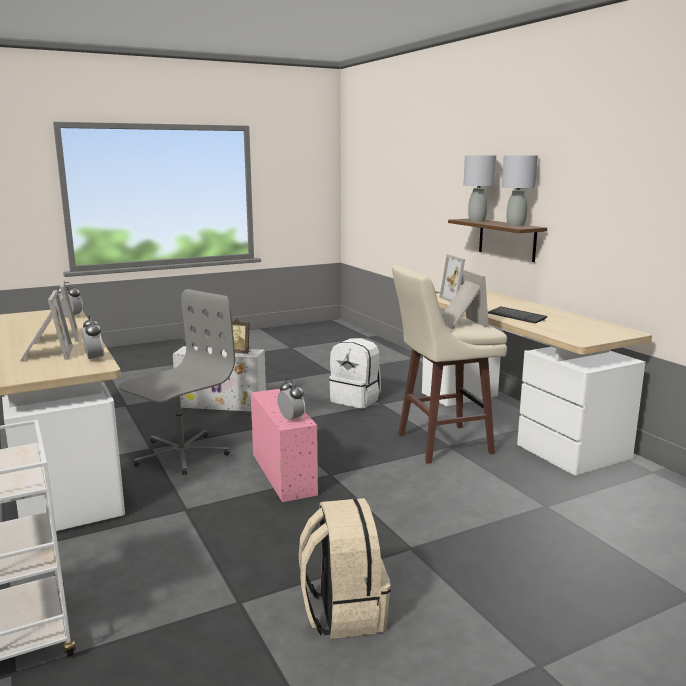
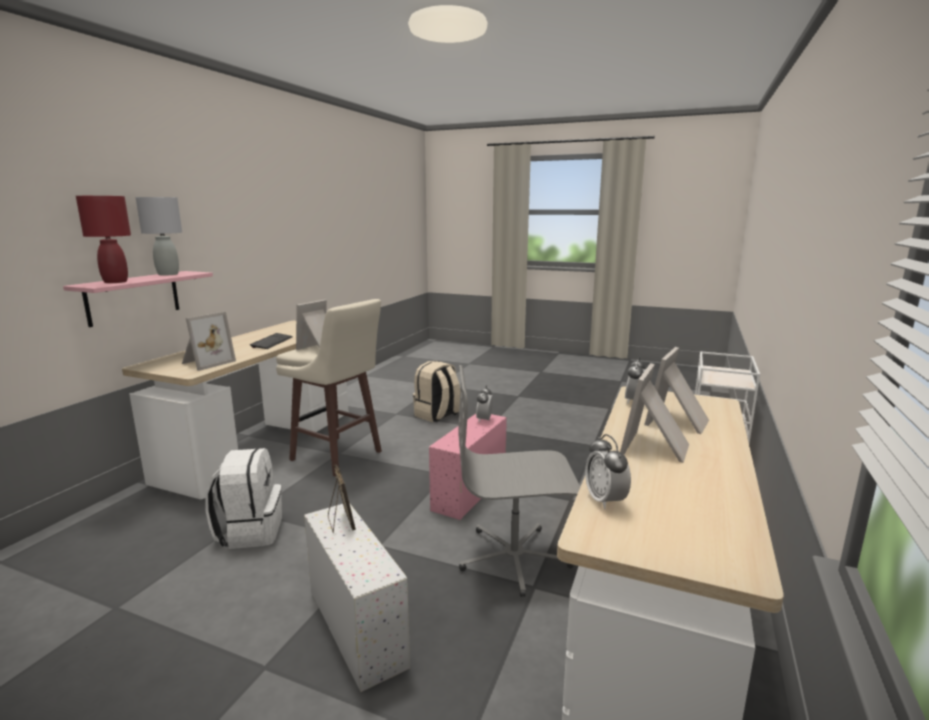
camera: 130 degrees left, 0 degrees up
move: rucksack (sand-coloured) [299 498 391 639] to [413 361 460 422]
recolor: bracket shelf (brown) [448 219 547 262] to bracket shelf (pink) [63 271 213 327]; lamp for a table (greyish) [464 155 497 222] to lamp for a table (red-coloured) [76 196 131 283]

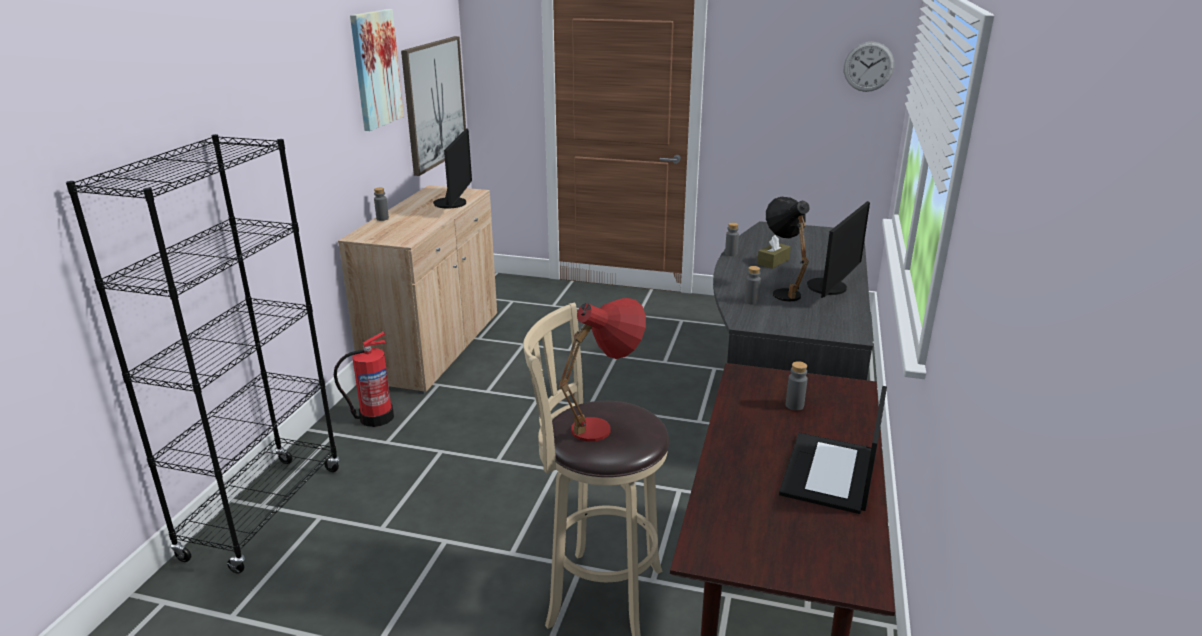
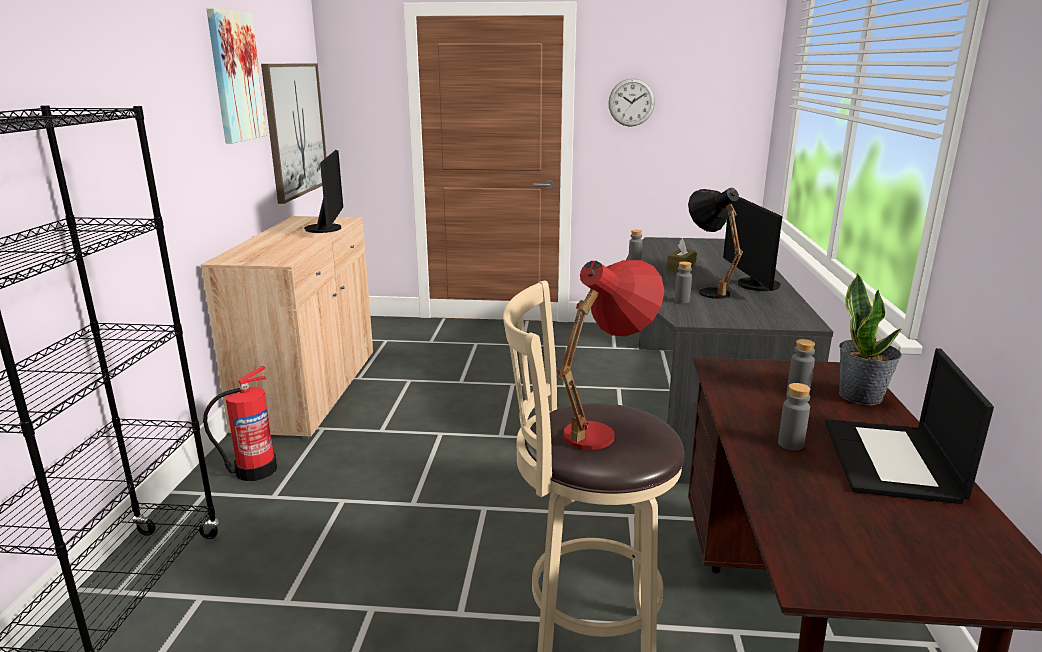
camera: 10 degrees left, 5 degrees down
insert: potted plant [839 273 902 405]
move: wall clock [844 42 894 92] to [608 78 655 127]; drink bottle (greyish) [374 188 389 221] to [778 383 810 451]
rotate: computer screen [807 201 870 298] = [723 197 782 291] 150 degrees clockwise

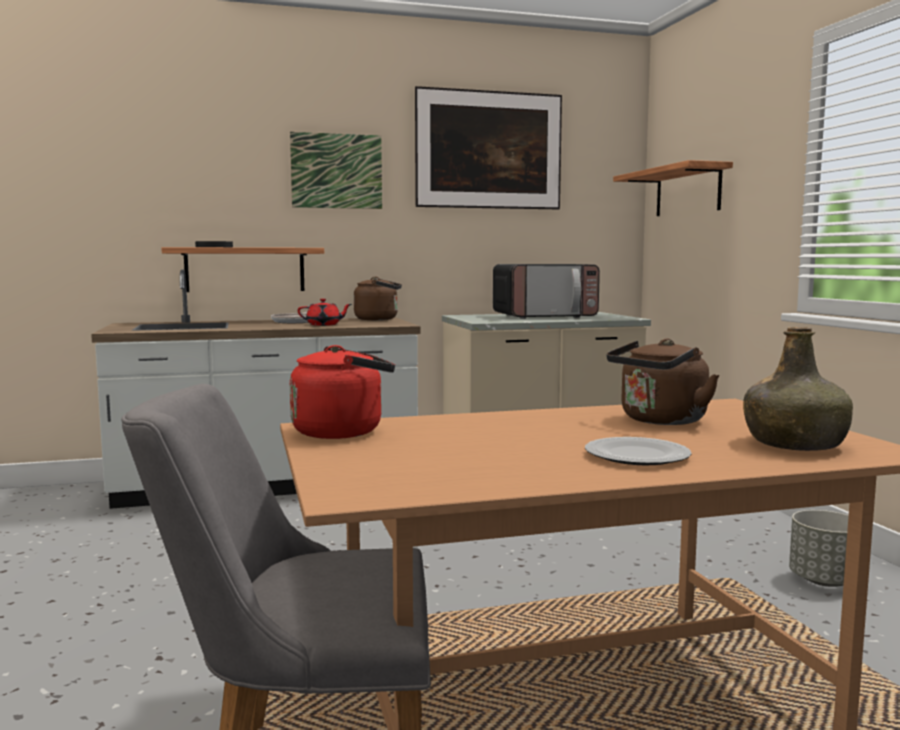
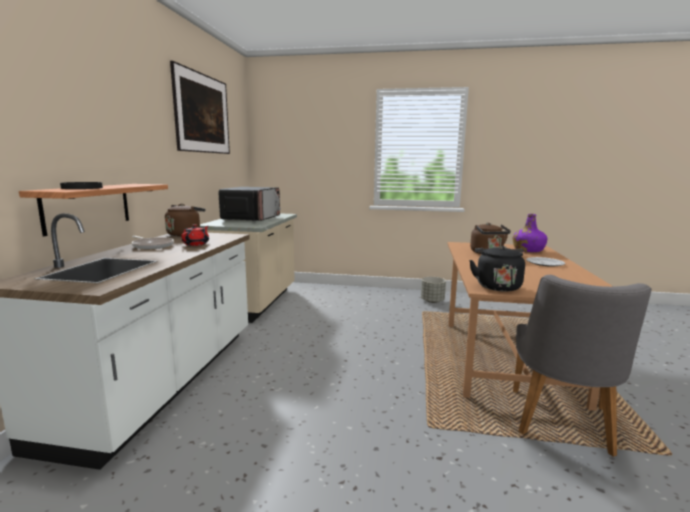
camera: 65 degrees left, 5 degrees up
delete: wall picture [290 132 382 209]; bracket shelf [613 160 733 216]
recolor: water kettle (red-coloured) [290 345 395 439] to water kettle (black-coloured) [469 246 525 291]; drink bottle (green) [743 327 853 451] to drink bottle (purple-coloured) [513 214 547 252]

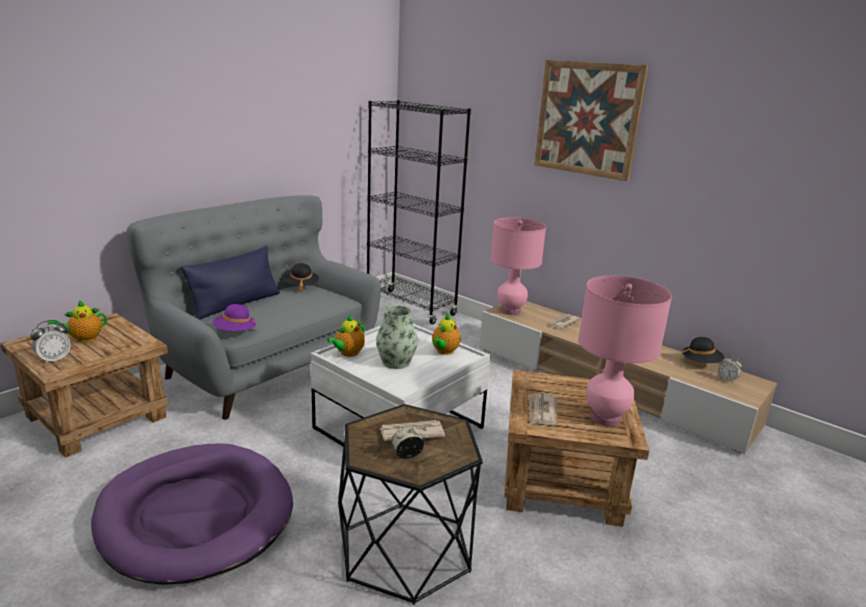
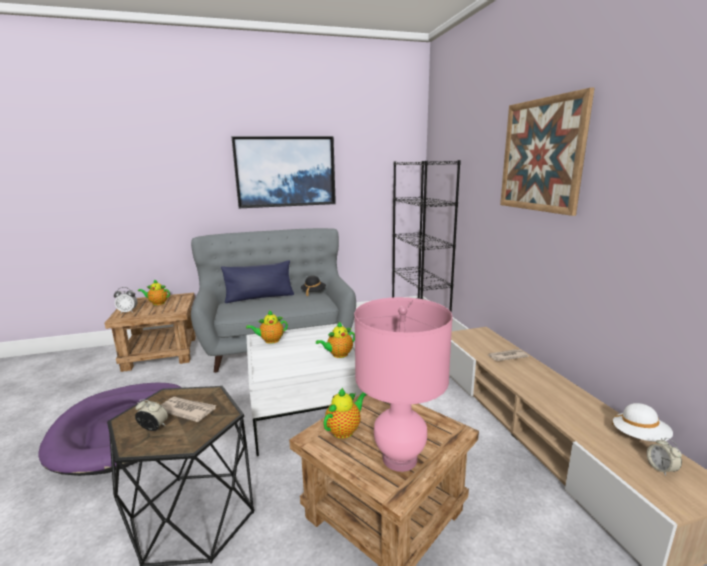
camera: 35 degrees right, 5 degrees down
delete: wearable hat (purple-coloured) [213 304 257 331]; flower vase [376 306 418 369]; lamp for a table (pink) [491 217 546 315]
insert: wall picture [231 136 336 208]
replace: printed paper [529 393 557 425] to pot for tea [323 388 367 439]
recolor: wearable hat (black-coloured) [681 337 724 363] to wearable hat (white) [612 403 673 442]

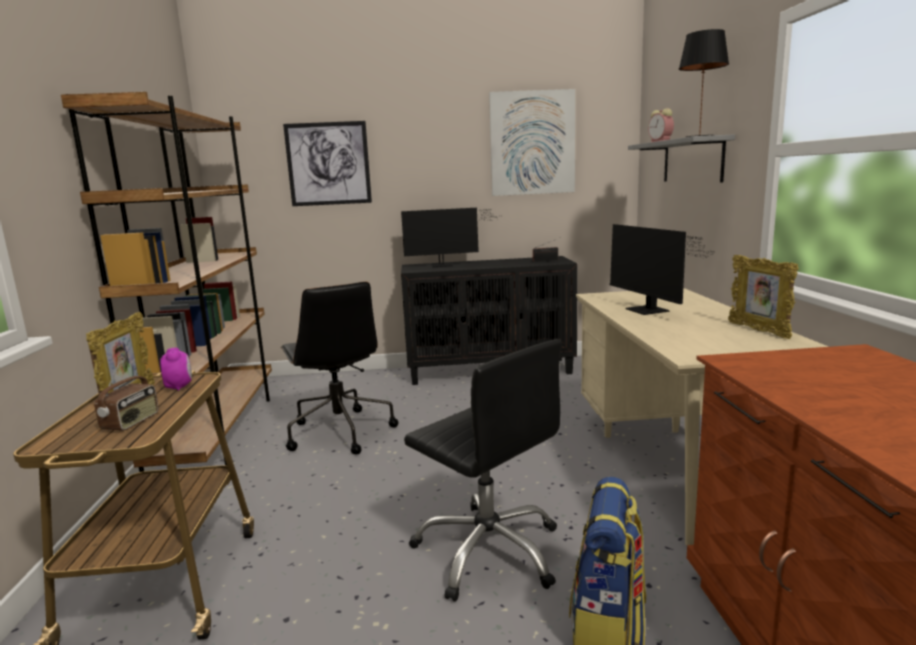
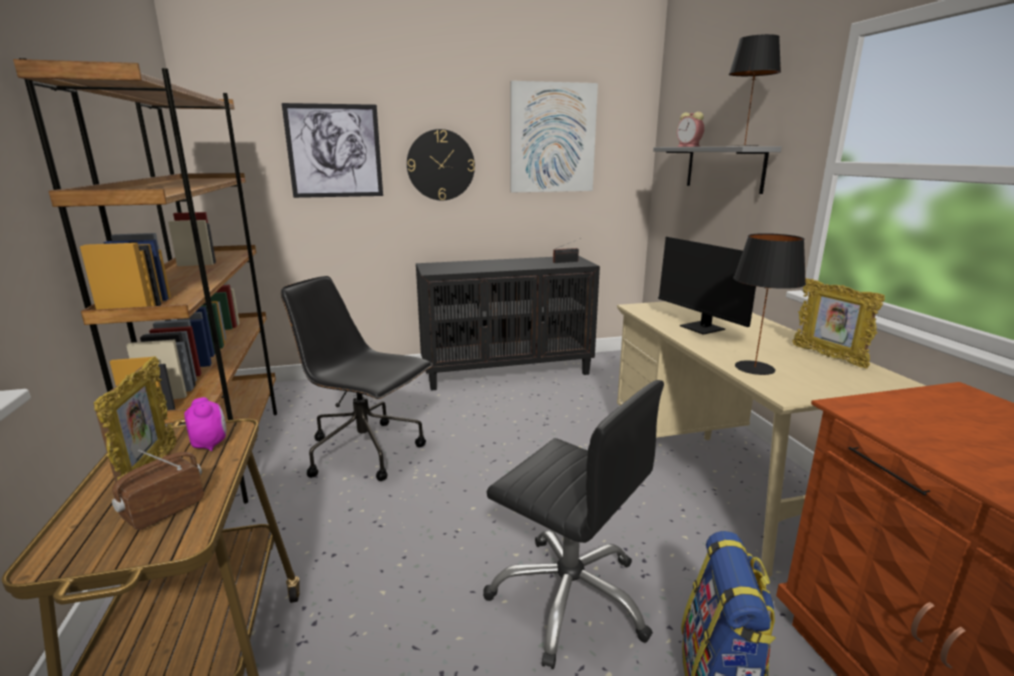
camera: 10 degrees left, 5 degrees up
delete: computer screen [401 208 501 267]
insert: wall clock [407 129 475 200]; lamp for a table (black-coloured) [733 233 806 375]
rotate: radio receiver [94 361 159 431] = [112 450 204 530] 150 degrees counterclockwise; computer chair (black-coloured) [280 282 398 454] = [281 276 433 481] 150 degrees clockwise

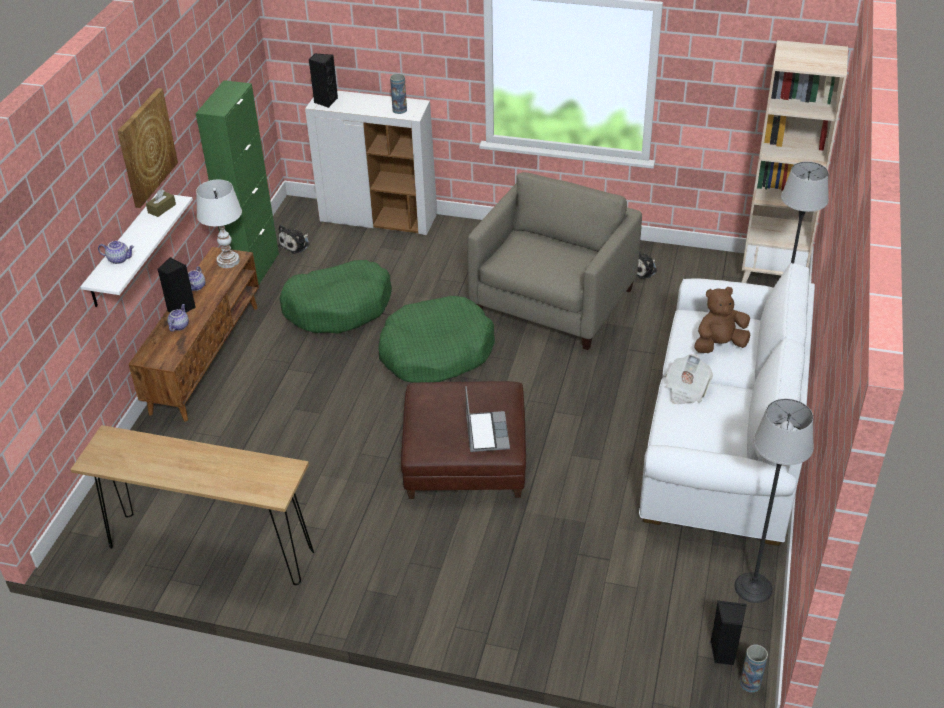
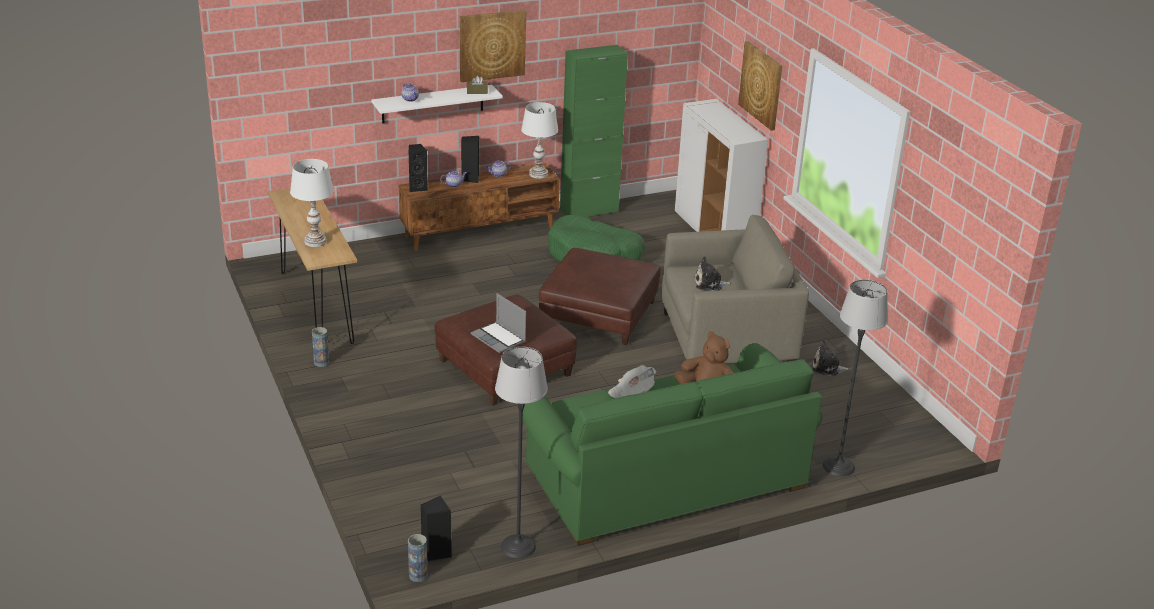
camera: 50 degrees right, 10 degrees down
delete: bookshelf (sand-coloured) [741 40 848 283]
insert: lamp for a table (white) [290 159 334 247]; wall picture [738 41 782 131]
move: flower vase [390 74 407 114] to [312 327 329 367]; loudspeaker (black-coloured) [309 54 338 108] to [409 144 428 192]; cuddly toy [278 225 310 254] to [695 257 732 291]
replace: dog bed (green) [378 296 495 383] to ottoman (brown) [539 248 660 345]
recolor: settee (white) [639 263 815 546] to settee (green) [523 343 823 546]
rotate: portable computer [465 386 510 452] = [471 293 526 353] 90 degrees clockwise

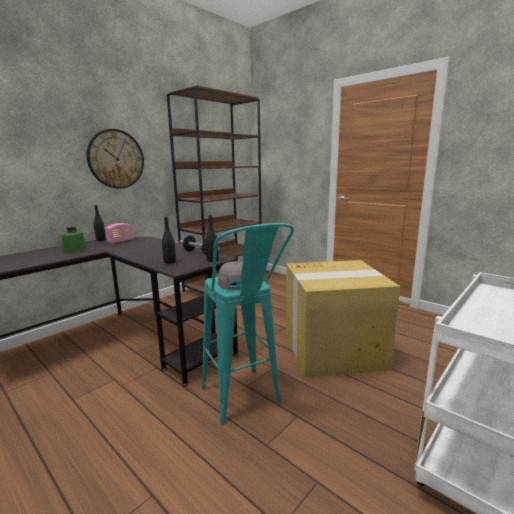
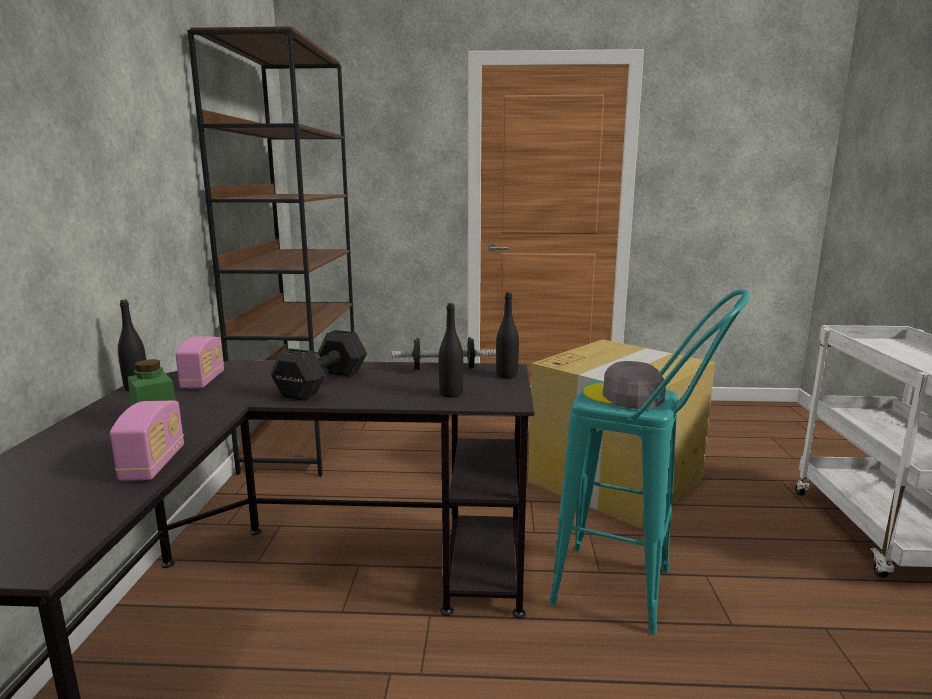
camera: 40 degrees left, 0 degrees up
delete: wall clock [87 129 144 188]
insert: radio receiver [110 401 184 481]; free weight (black-coloured) [270 330 367 401]

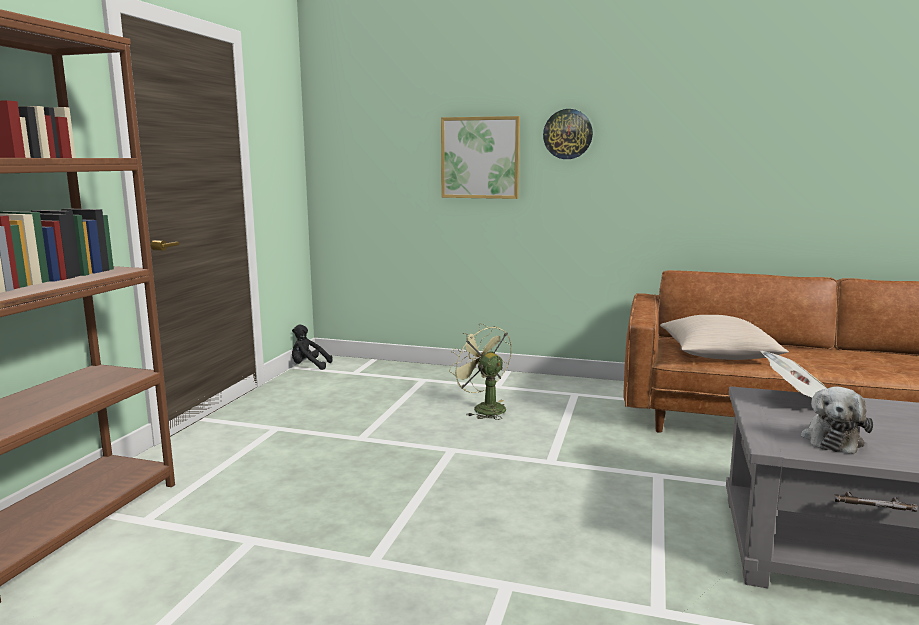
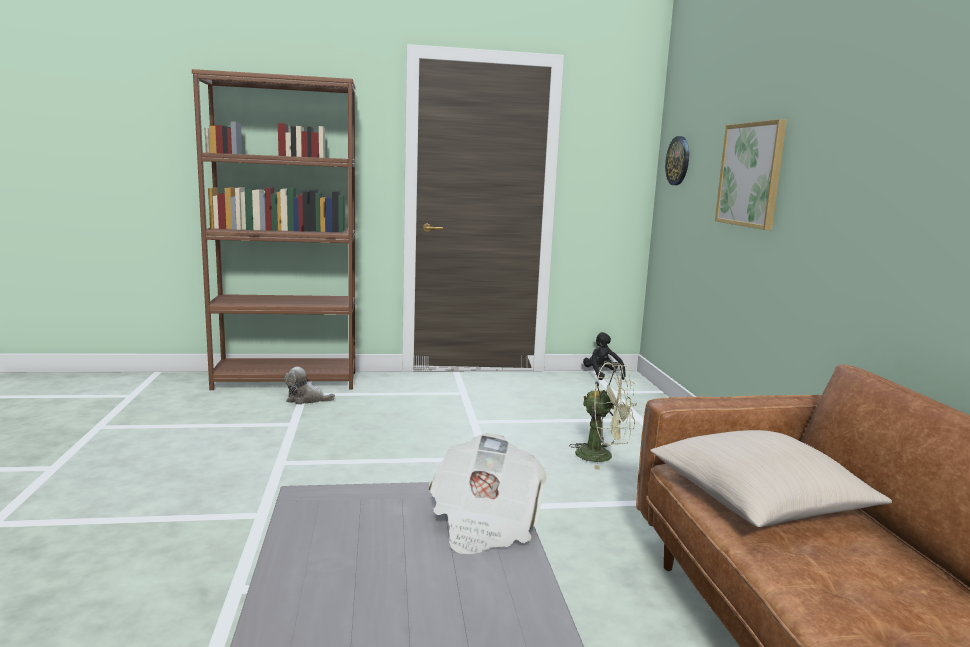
camera: 65 degrees right, 0 degrees up
move: cuddly toy [801 386 873 454] to [284 367 335 404]; wall clock [543 109 593 159] to [665 136 689 185]
rotate: electric fan (green) [449 323 512 420] = [569 362 636 469] 90 degrees clockwise

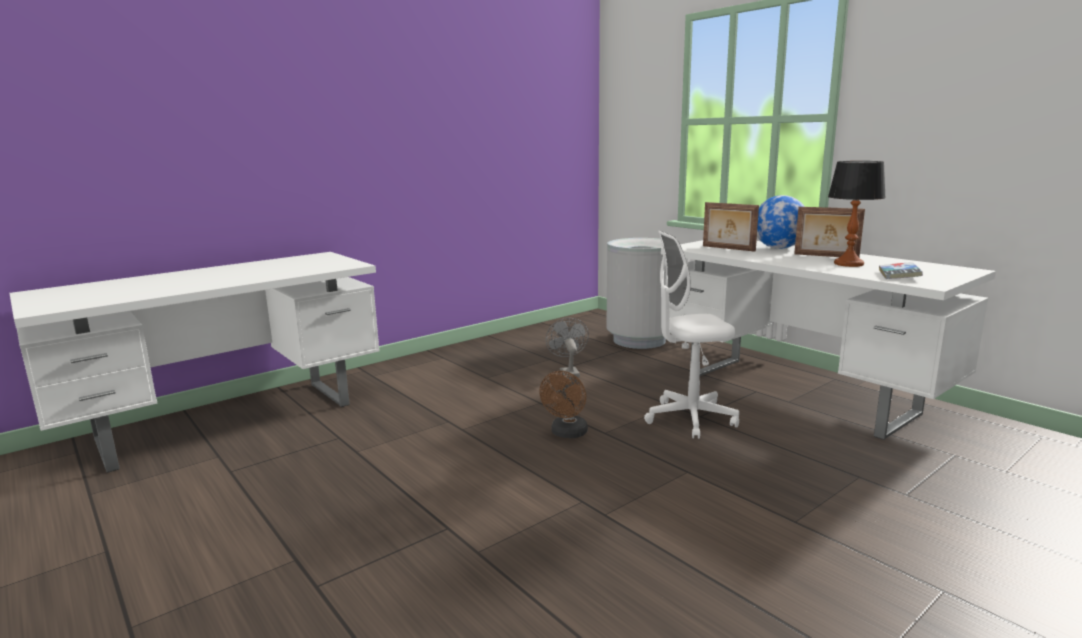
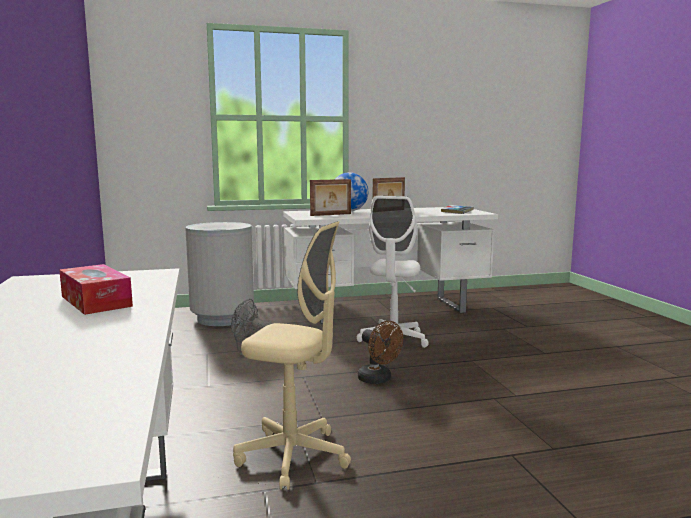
camera: 65 degrees left, 5 degrees down
delete: lamp for a table [828 161 886 267]
insert: tissue box [59 264 133 315]; computer chair (sand-coloured) [233 221 351 490]

